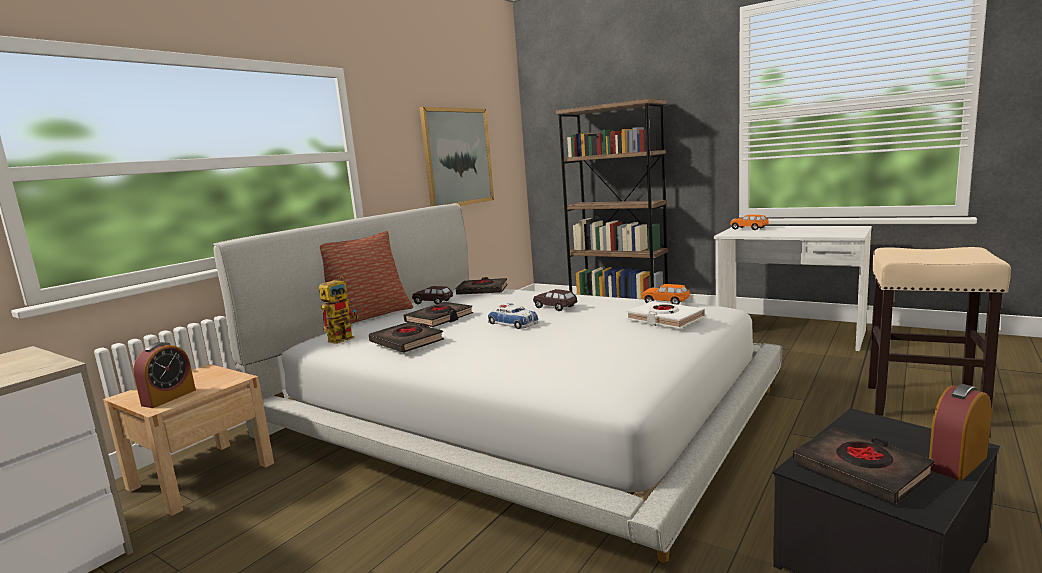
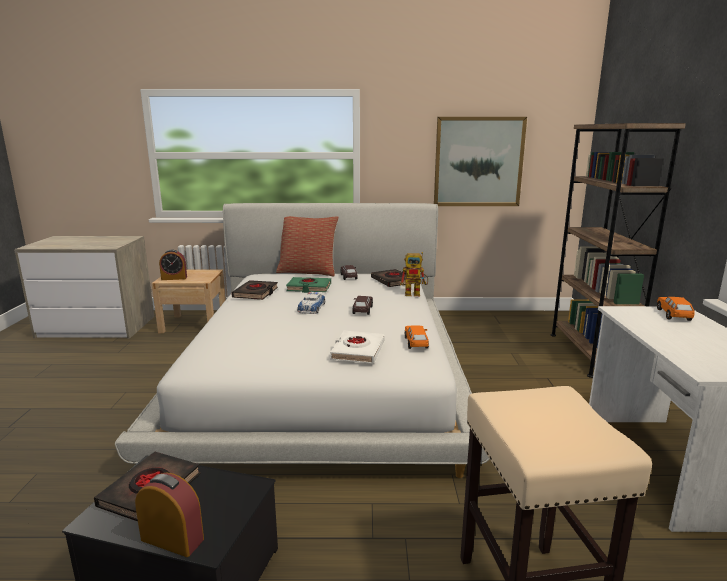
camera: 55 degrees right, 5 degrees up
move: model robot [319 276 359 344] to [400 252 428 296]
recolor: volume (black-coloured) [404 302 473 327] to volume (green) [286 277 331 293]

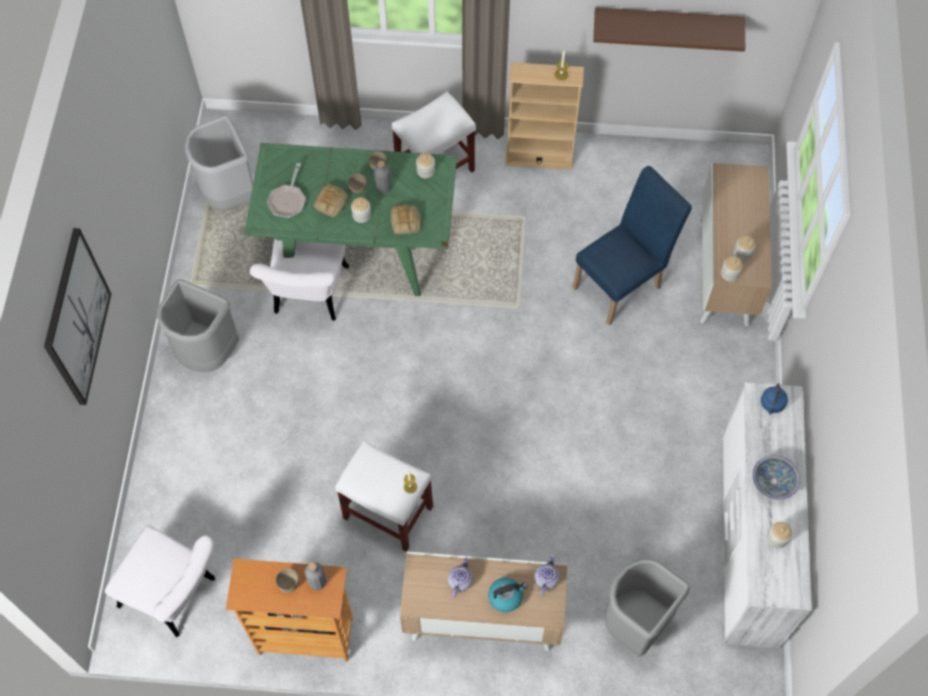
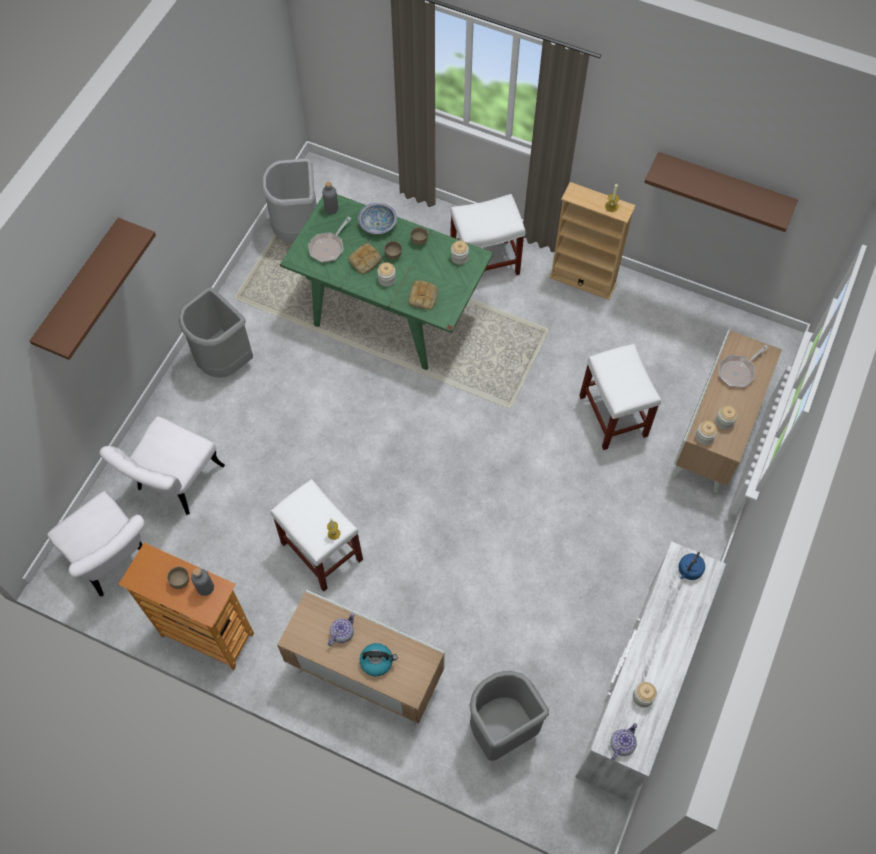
camera: 20 degrees right, 0 degrees up
insert: skillet [719 345 769 388]
move: plain chair (white) [250 239 349 321] to [99 416 225 515]; drink bottle (greyish) [374 161 391 194] to [322 182 339 214]; serving bowl [752 455 801 500] to [358 202 397 234]; pot for tea [534 555 560 596] to [610 723 637 760]
replace: wall picture [44 228 111 405] to bracket shelf (brown) [30 218 156 360]; plain chair (bluish) [573 166 692 325] to stool (white) [579 344 661 450]

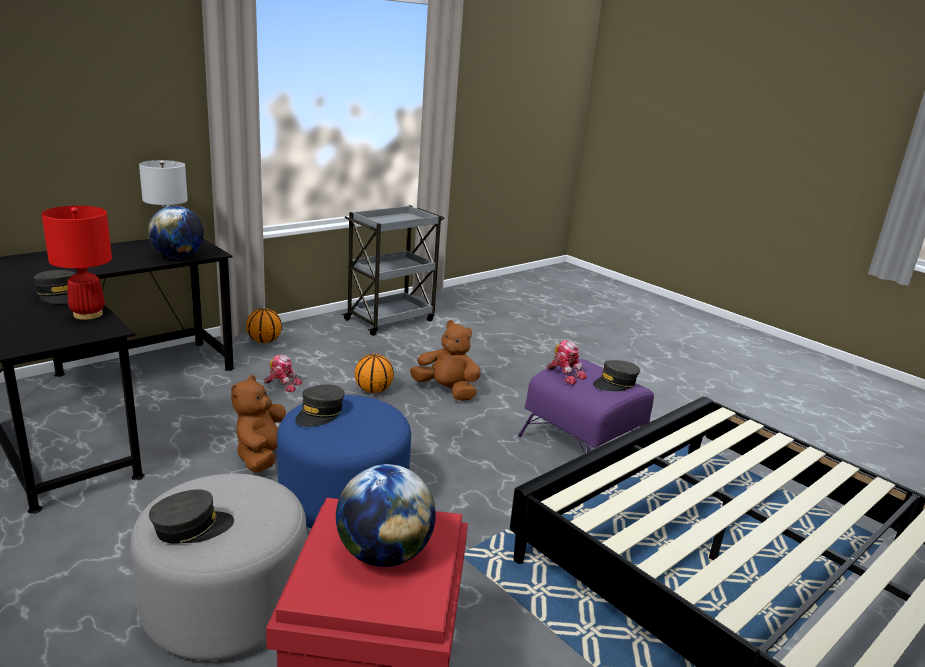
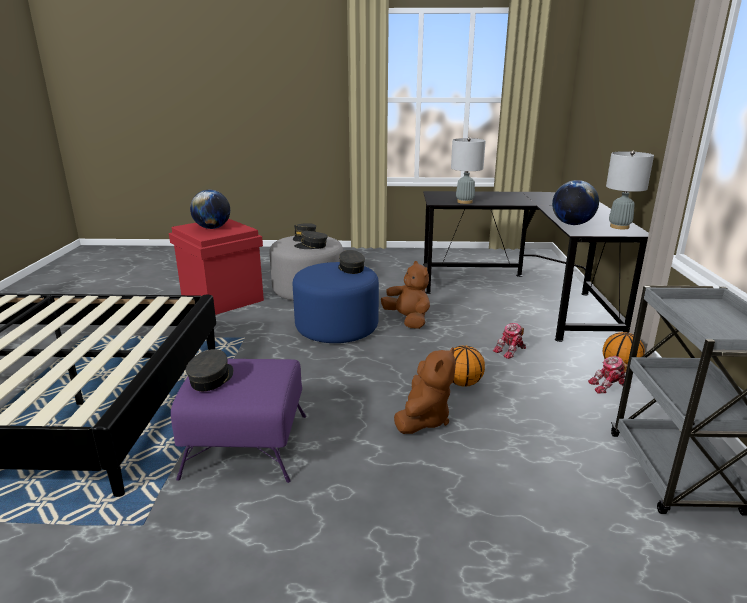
camera: 135 degrees right, 0 degrees up
move: baseball cap (greyish) [34 270 76 304] to [294 231 328 249]; model robot [547 340 587 385] to [588 356 631 394]
recolor: lamp for a table (red-coloured) [42 206 112 320] to lamp for a table (greyish) [451 137 486 204]
rotate: cuddly toy (brown) [410 320 481 401] = [394 347 456 434] 45 degrees counterclockwise

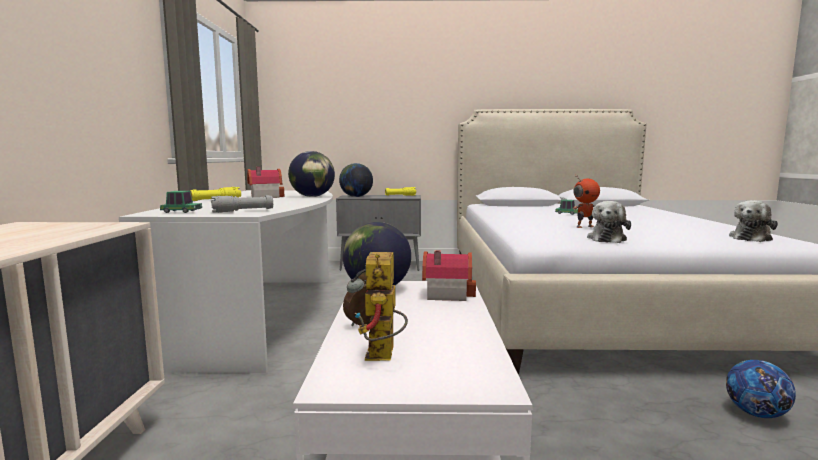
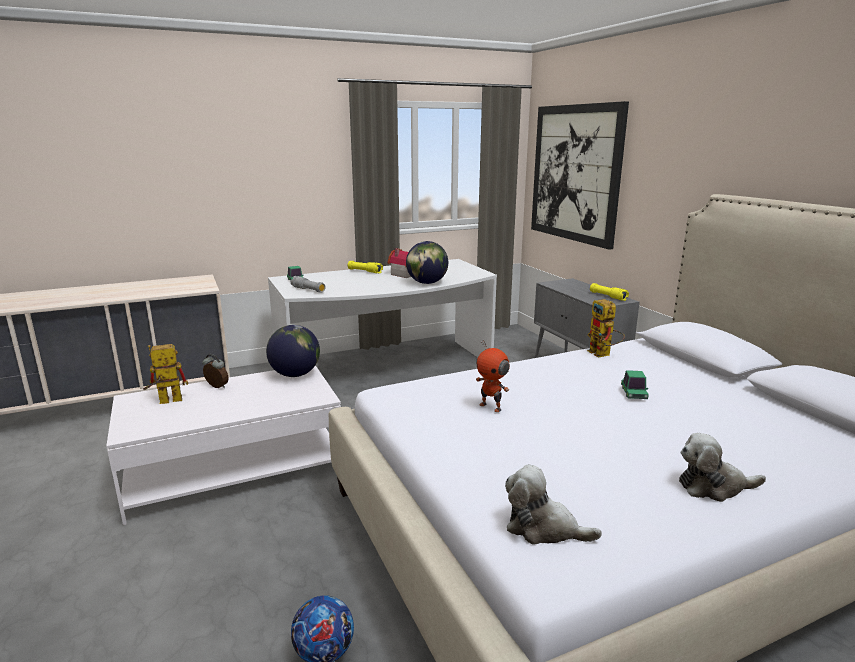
camera: 65 degrees right, 10 degrees up
delete: world globe [339 163 373 197]; toy house [422 250 476 301]
insert: wall picture [531 101 629 250]; model robot [587 299 625 357]
move: cuddly toy [587 201 631 243] to [679 433 766 502]

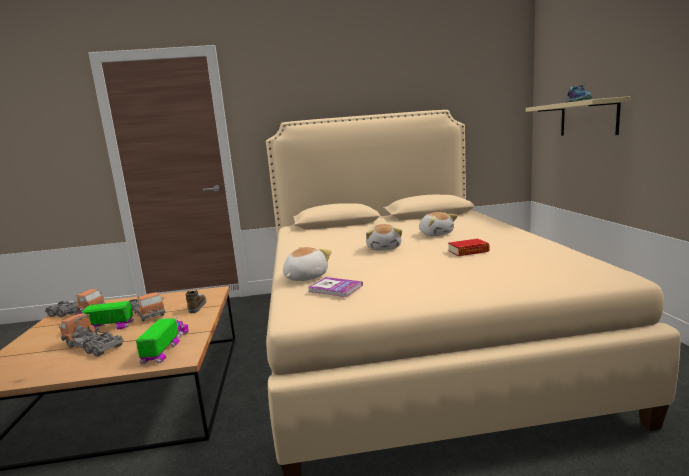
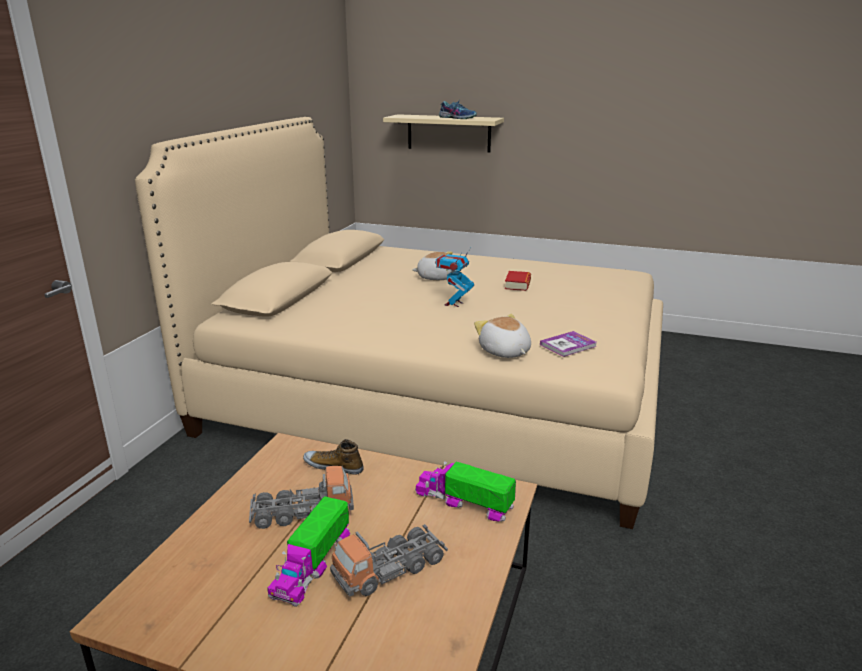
camera: 65 degrees left, 10 degrees up
delete: model truck [45 289 106 317]
replace: cuddly toy [366 224 402 250] to model robot [435 249 474 307]

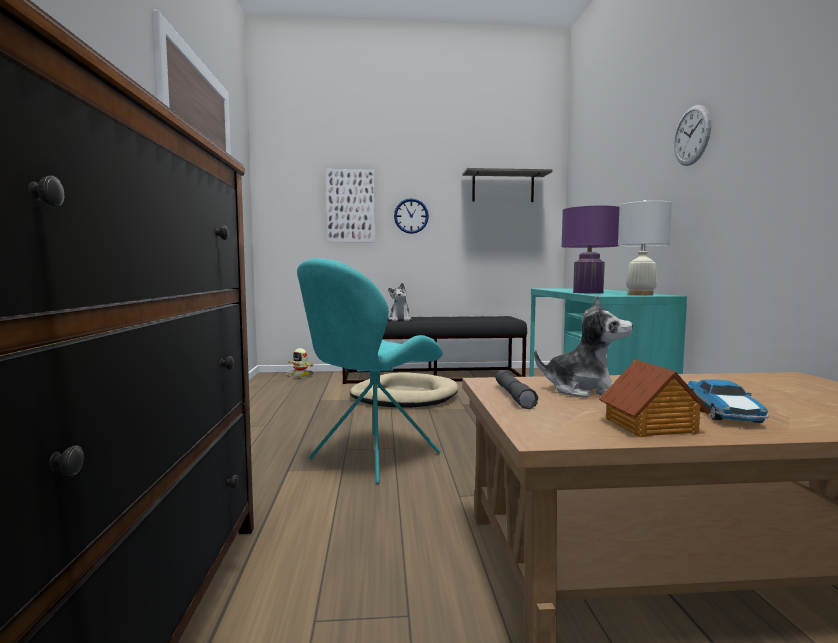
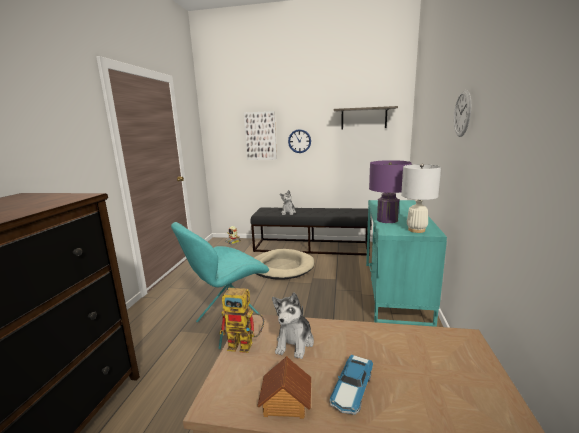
camera: 15 degrees right, 10 degrees up
replace: torch (greyish) [496 370 538 409] to model robot [219 288 264 353]
rotate: cuddly toy [534 295 633 398] = [272 292 314 359] 75 degrees clockwise

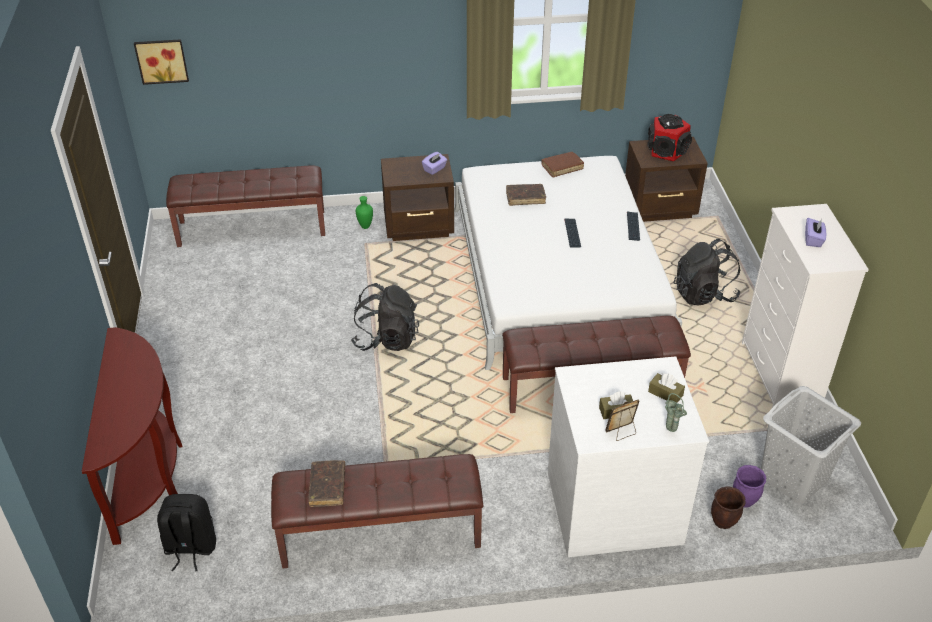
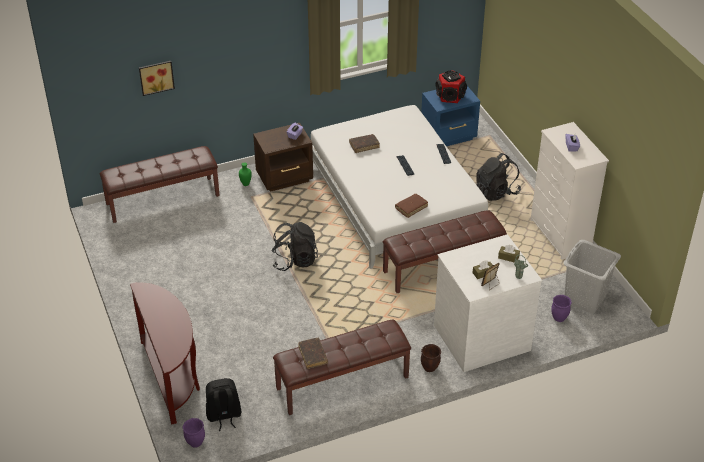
camera: 15 degrees left, 0 degrees up
insert: planter (purple-coloured) [183 418 205 447]
move: wall picture [134 39 189 85] to [139 61 175 96]; volume (brown) [541 152 584 177] to [395 194 428 218]; planter (brown) [711 486 746 529] to [421 344 441 372]
recolor: nightstand (brown) [625 137 708 222] to nightstand (bluish) [421 86 480 146]

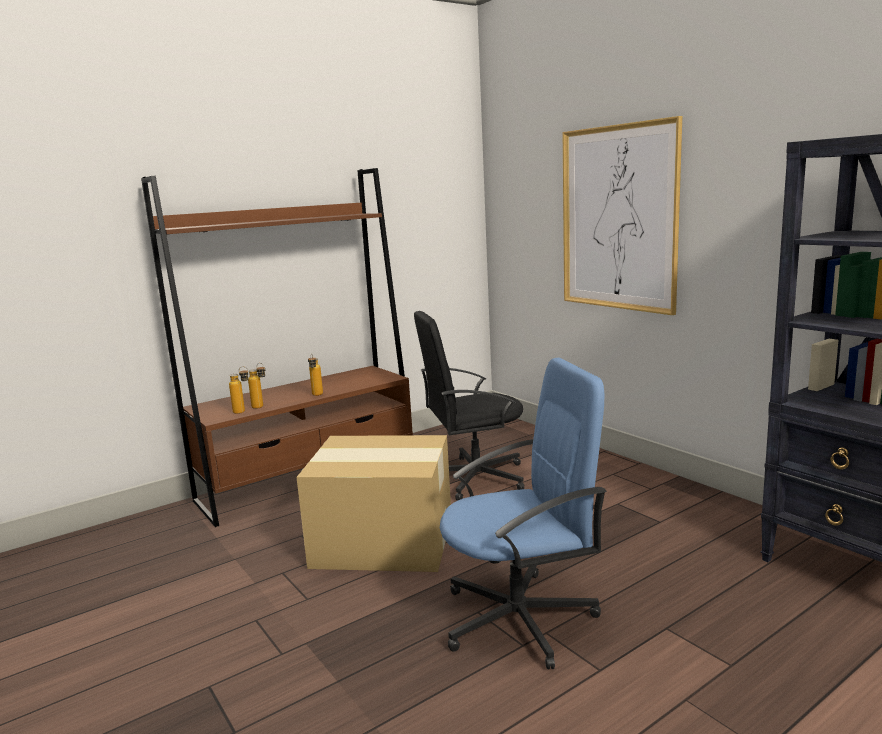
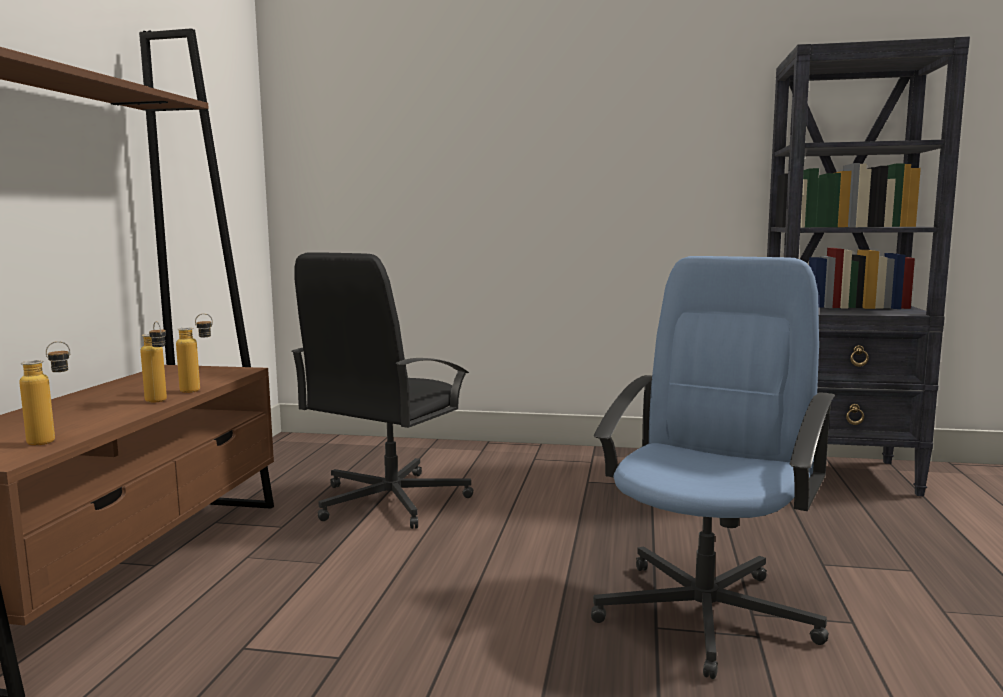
camera: 45 degrees left, 5 degrees down
delete: carton [297 435 451 572]; wall picture [563 116 682 315]
move: drink bottle [248 363 265 409] to [176 313 213 393]

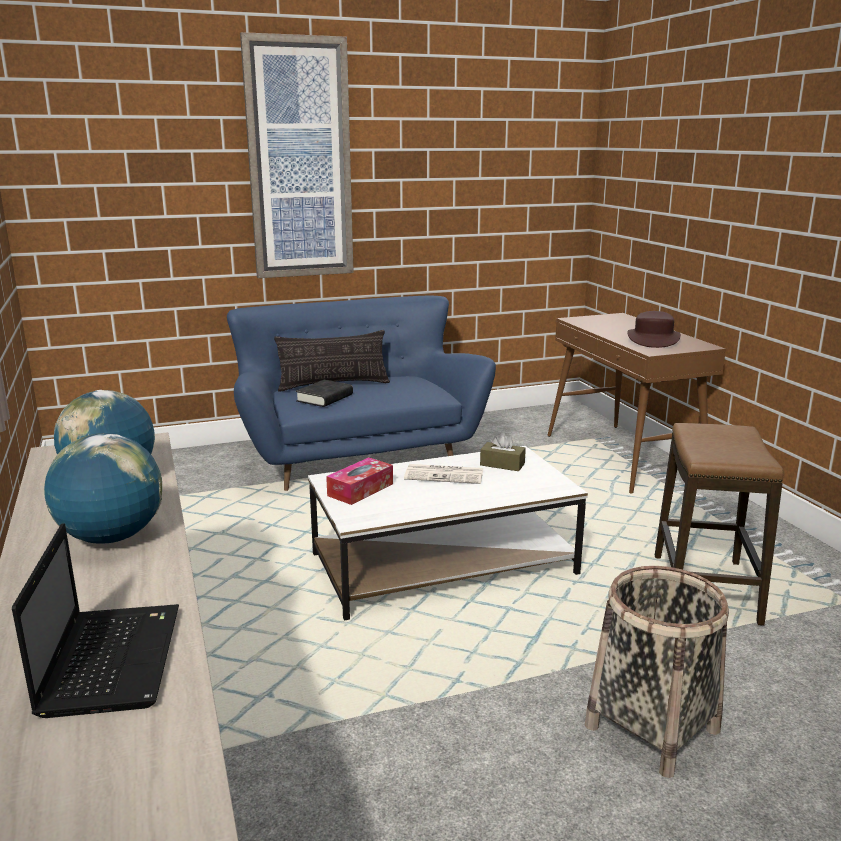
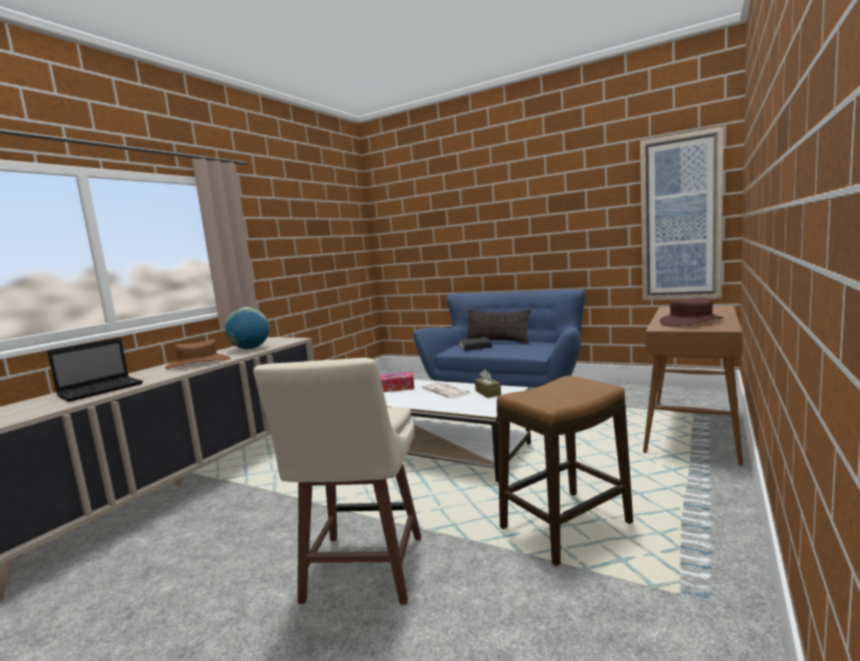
camera: 50 degrees right, 10 degrees down
move: wall picture [240 32 354 278] to [640 126 724 300]
replace: world globe [44 433 162 544] to wearable hat (brown) [165 340 230 369]; basket [585 566 729 778] to stool (sand-coloured) [253 358 421 604]

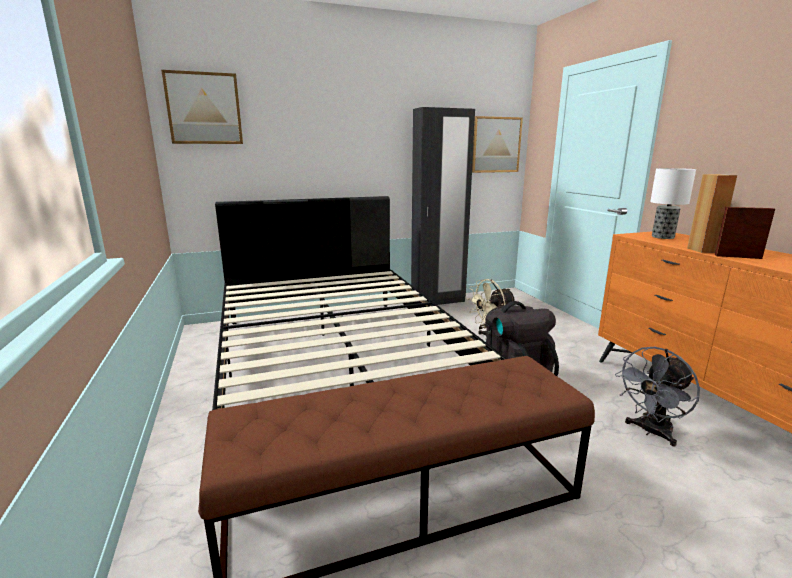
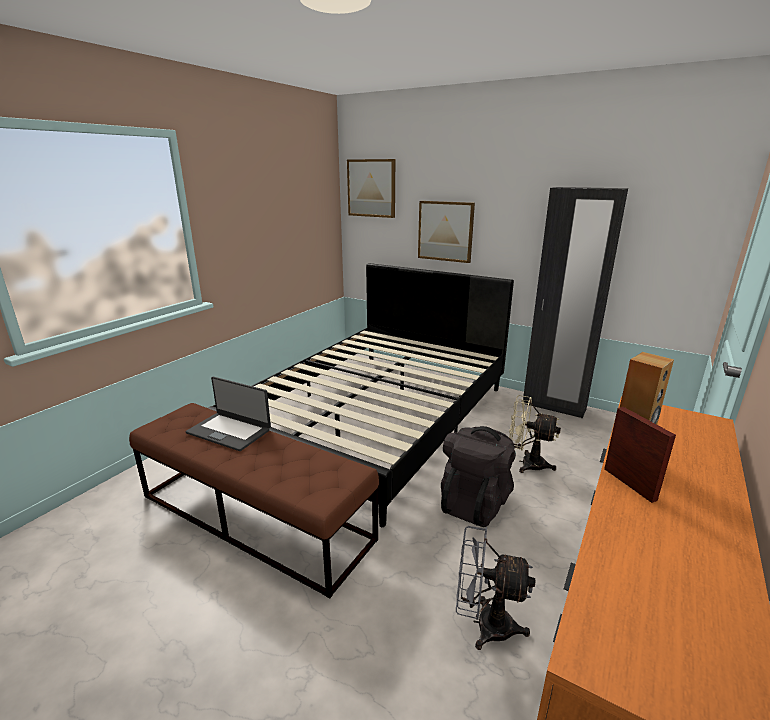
camera: 50 degrees right, 5 degrees up
delete: lamp for a table [650 168 696 239]
insert: portable computer [186 377 271 451]
move: wall picture [472 116 523 173] to [418 201 475 263]

